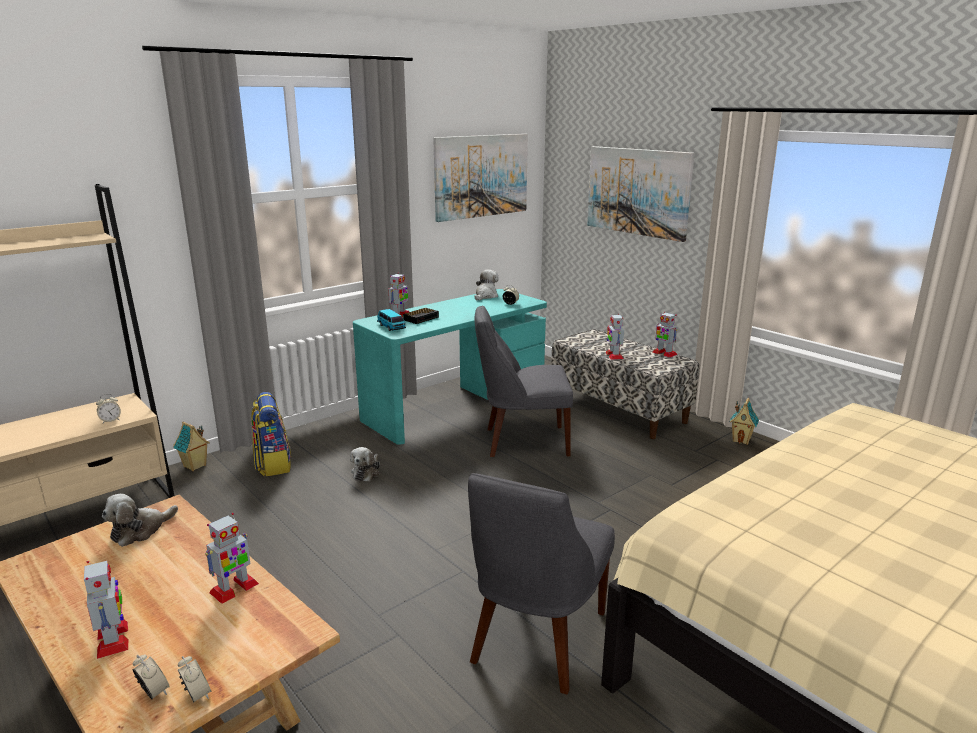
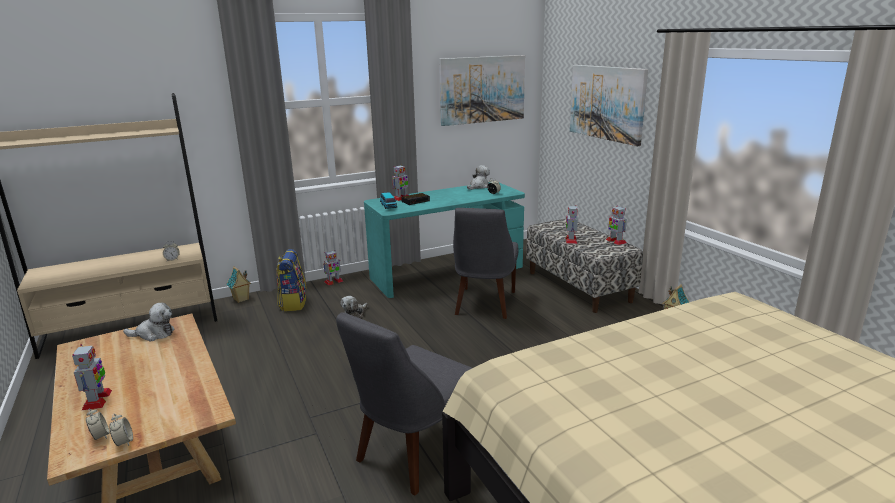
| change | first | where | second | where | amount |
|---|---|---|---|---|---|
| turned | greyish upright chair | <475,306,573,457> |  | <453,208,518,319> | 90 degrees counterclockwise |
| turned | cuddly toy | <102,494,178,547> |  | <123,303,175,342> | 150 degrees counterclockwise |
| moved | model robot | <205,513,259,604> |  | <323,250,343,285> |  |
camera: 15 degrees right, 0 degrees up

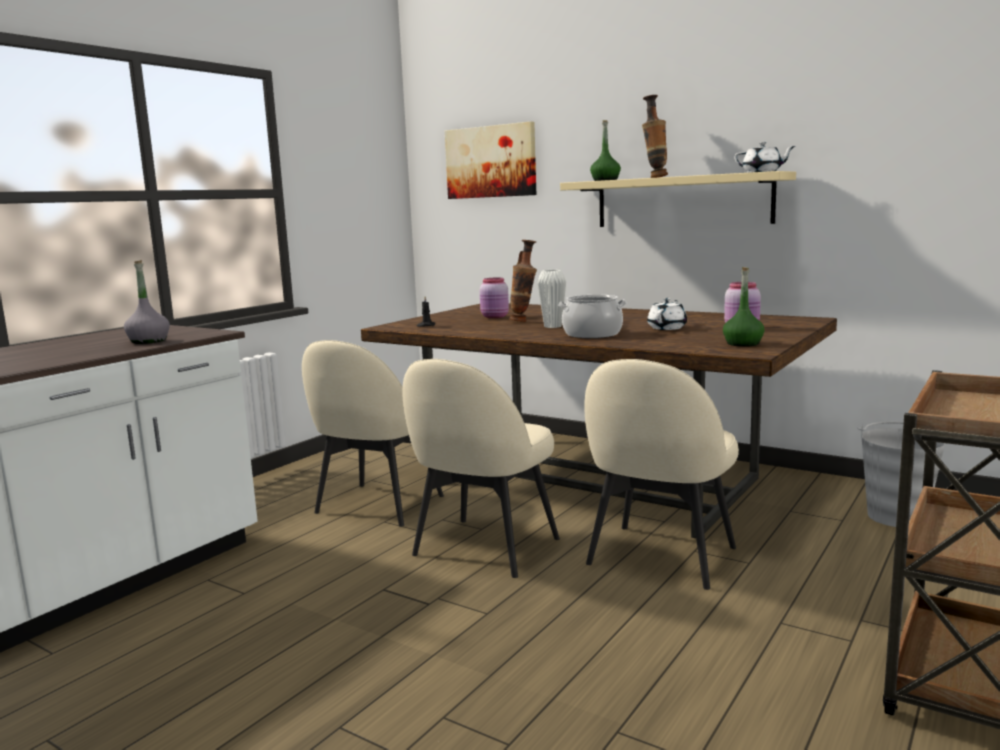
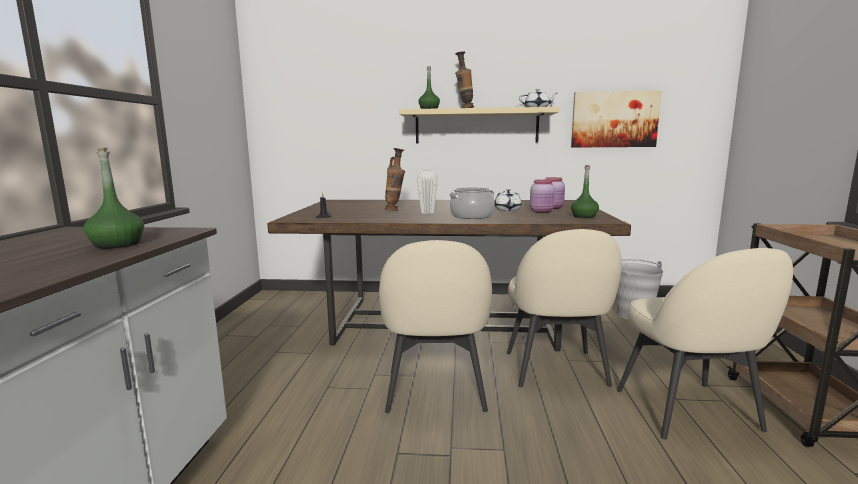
| change | first | where | second | where | amount |
|---|---|---|---|---|---|
| moved | wall art | <445,121,536,199> |  | <571,90,661,148> |  |
| recoloured | greyish beverage bottle | <124,260,170,344> | greenish beverage bottle | <84,148,144,249> |  |
| moved | pink-coloured storage jar | <480,278,509,318> |  | <530,179,555,213> |  |
| moved | beige-coloured upright chair | <302,340,444,526> |  | <617,248,793,439> |  |
camera: 30 degrees left, 0 degrees up

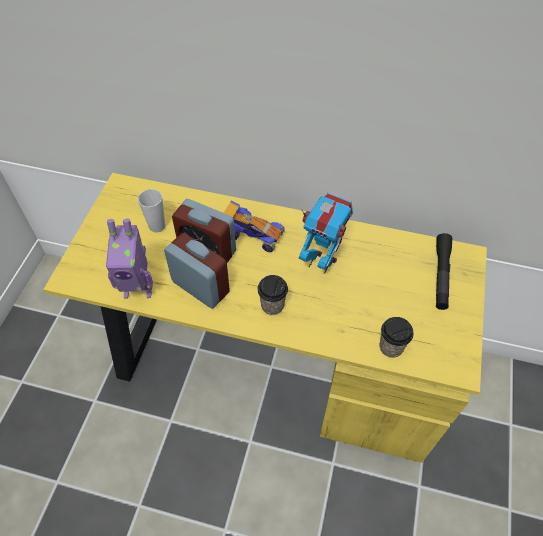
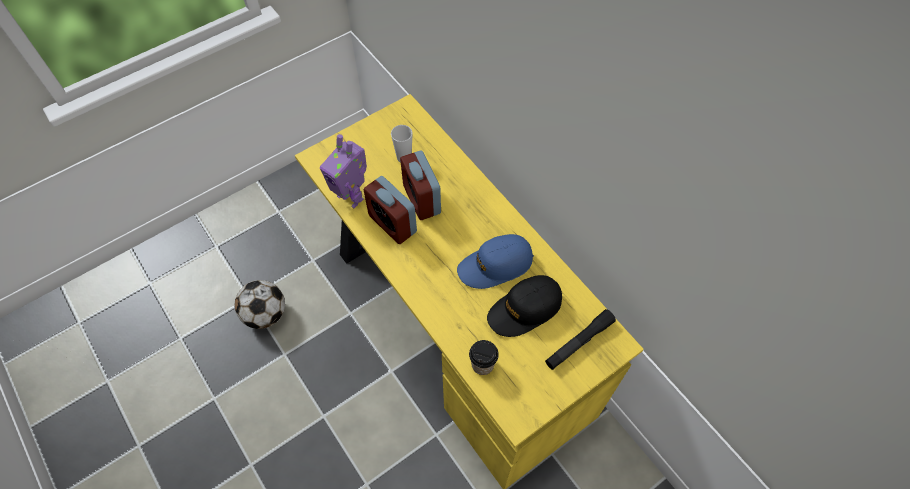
| change | first | where | second | where | amount |
|---|---|---|---|---|---|
| replaced | model robot | <299,192,353,274> | blue-coloured baseball cap | <457,234,534,289> |  |
| removed | model car | <224,200,285,252> |  |  |  |
| turned | alarm clock | <164,233,230,309> |  | <363,176,417,244> | 150 degrees clockwise |
| removed | drinking cup | <257,275,288,315> |  |  |  |
| added |  |  | blackish baseball cap | <487,275,562,337> |  |
| added |  |  | football | <234,280,285,329> |  |
camera: 40 degrees right, 5 degrees up

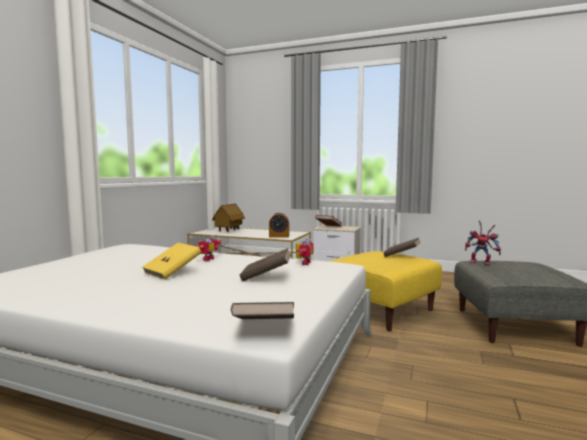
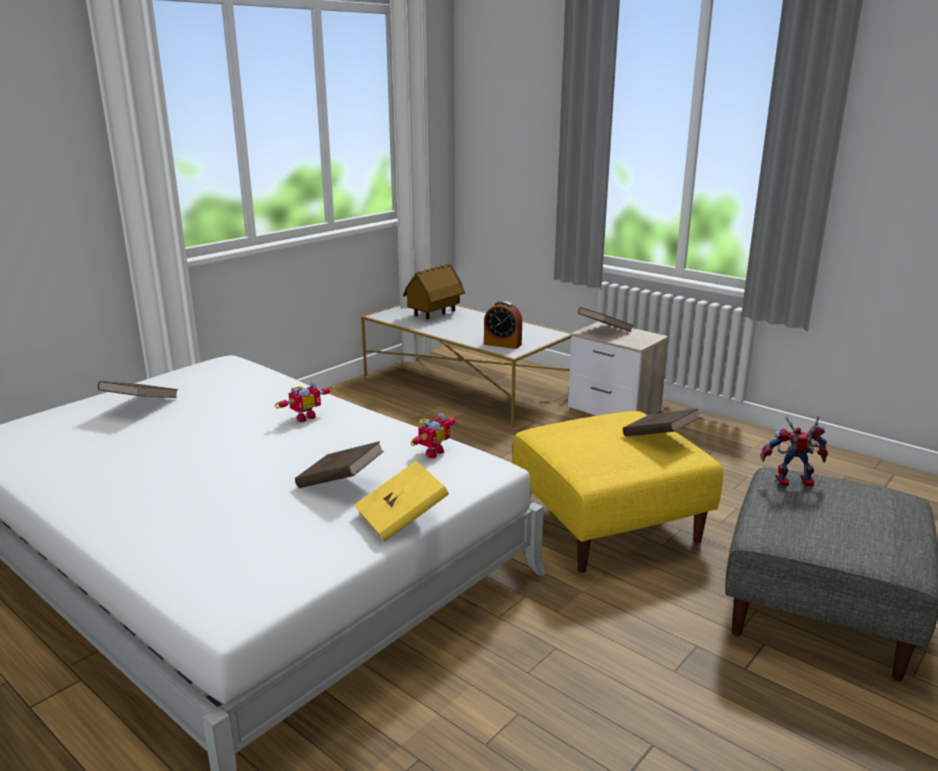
| change | first | where | second | where | amount |
|---|---|---|---|---|---|
| turned | model robot | <465,221,501,265> |  | <760,415,828,487> | 135 degrees clockwise |
| moved | yellow volume | <142,243,201,280> |  | <354,461,449,542> |  |
| moved | brown-coloured volume | <231,302,294,319> |  | <98,381,178,398> |  |
camera: 20 degrees right, 15 degrees up

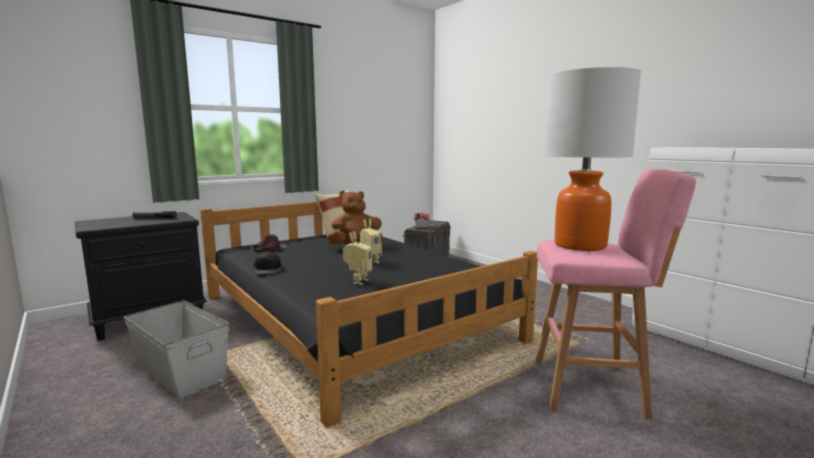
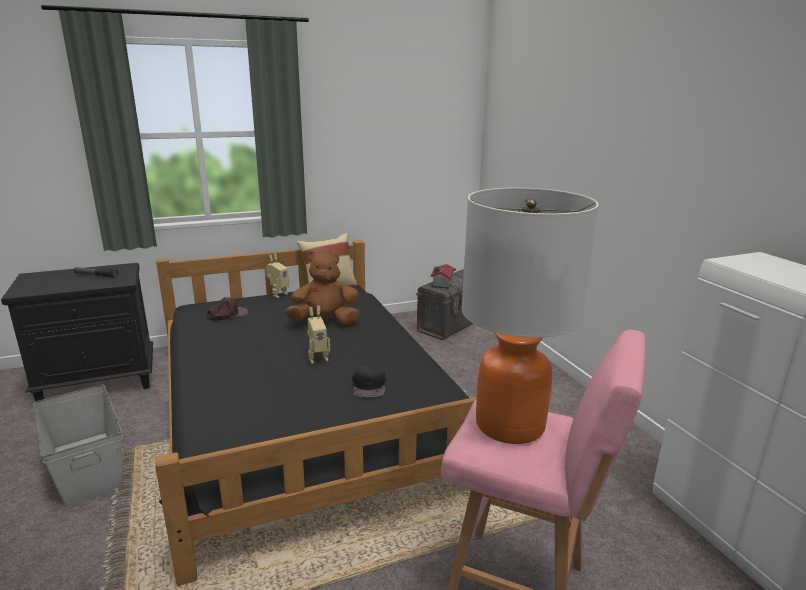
| change | first | where | second | where | amount |
|---|---|---|---|---|---|
| moved | model robot | <343,231,372,285> |  | <266,253,290,298> |  |
| moved | blackish baseball cap | <254,251,281,275> |  | <352,363,386,398> |  |
camera: 15 degrees right, 10 degrees up

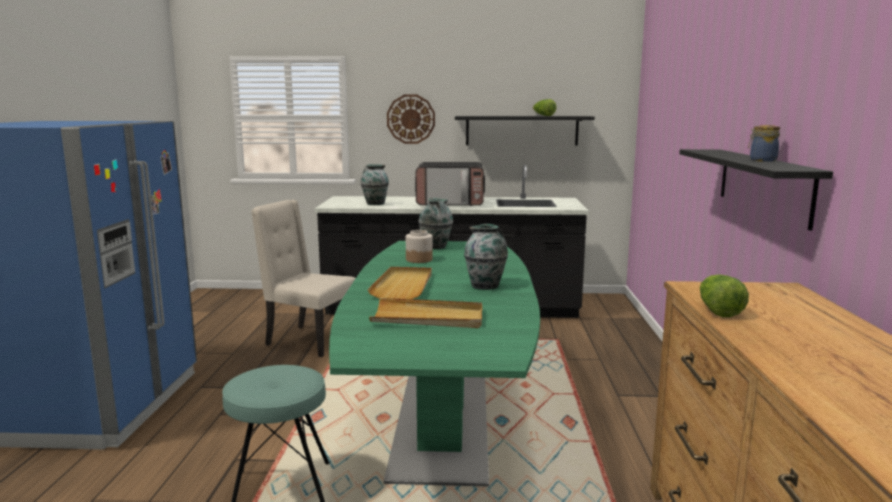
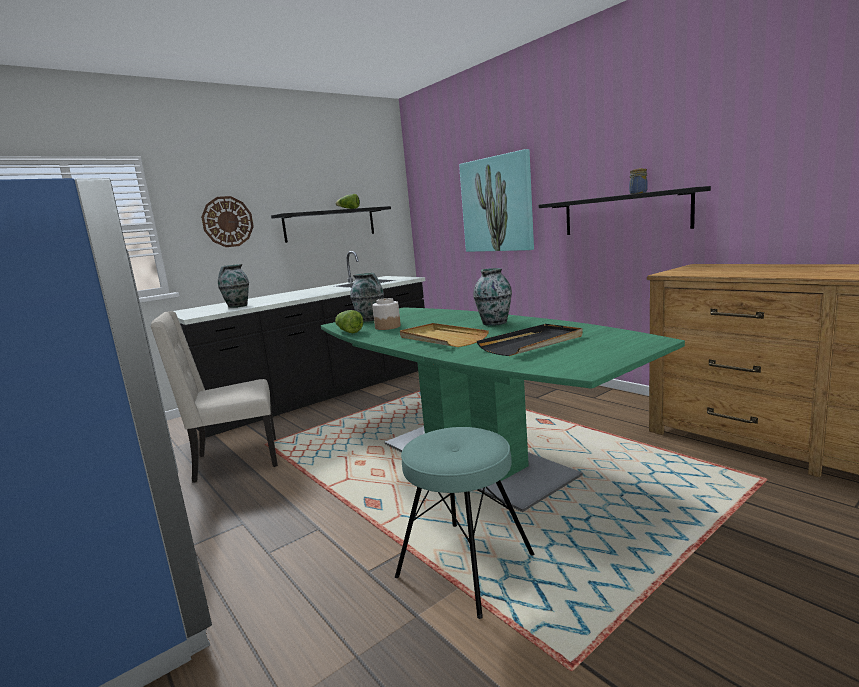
| change | first | where | second | where | amount |
|---|---|---|---|---|---|
| removed | microwave oven | <415,162,485,206> |  |  |  |
| moved | lettuce head | <700,275,749,317> |  | <335,310,364,333> |  |
| recoloured | beige-coloured carrying tray | <369,298,482,328> | blackish carrying tray | <477,324,583,356> |  |
| added |  |  | wall art | <459,149,534,252> |  |
camera: 40 degrees left, 0 degrees up

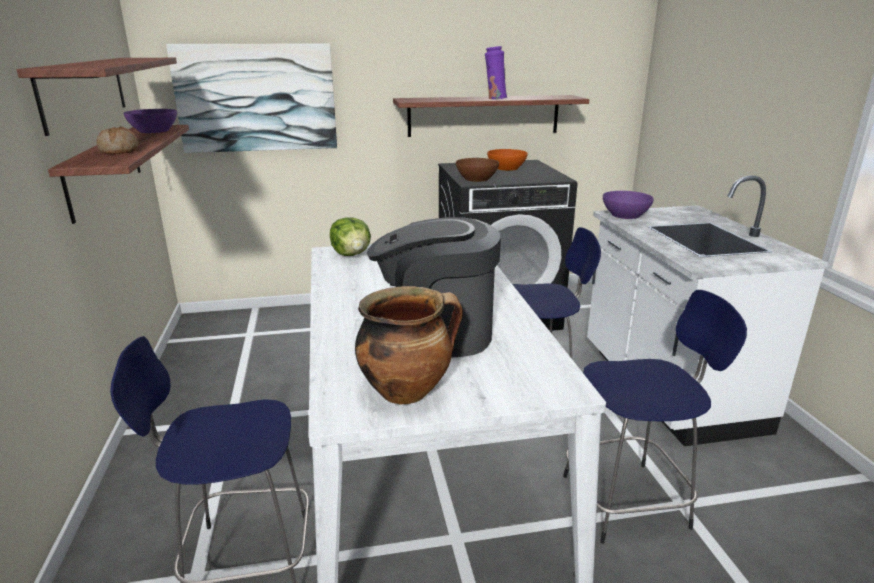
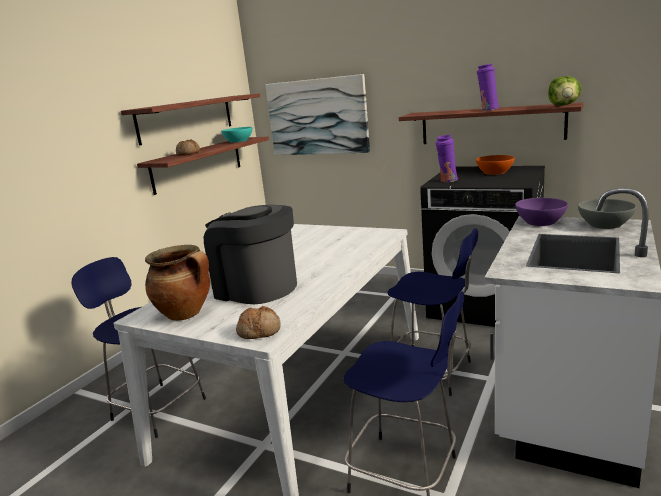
| change | first | where | second | where | amount |
|---|---|---|---|---|---|
| recoloured | purple deep dish | <124,109,177,133> | turquoise deep dish | <221,127,252,143> |  |
| replaced | brown-coloured deep dish | <456,158,499,182> | purple vase | <436,135,458,182> |  |
| moved | lettuce head | <330,217,371,256> |  | <548,76,581,106> |  |
| added |  |  | greyish deep dish | <578,199,636,229> |  |
| added |  |  | baked bread | <236,306,281,339> |  |
camera: 40 degrees right, 5 degrees down

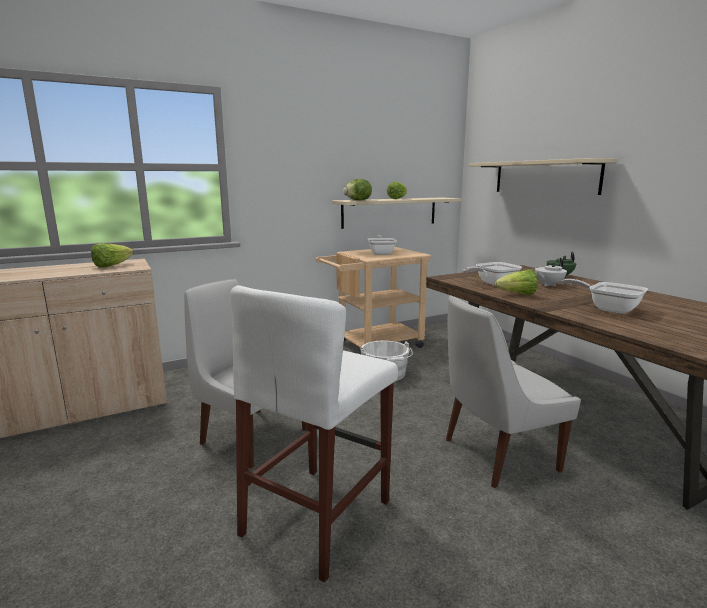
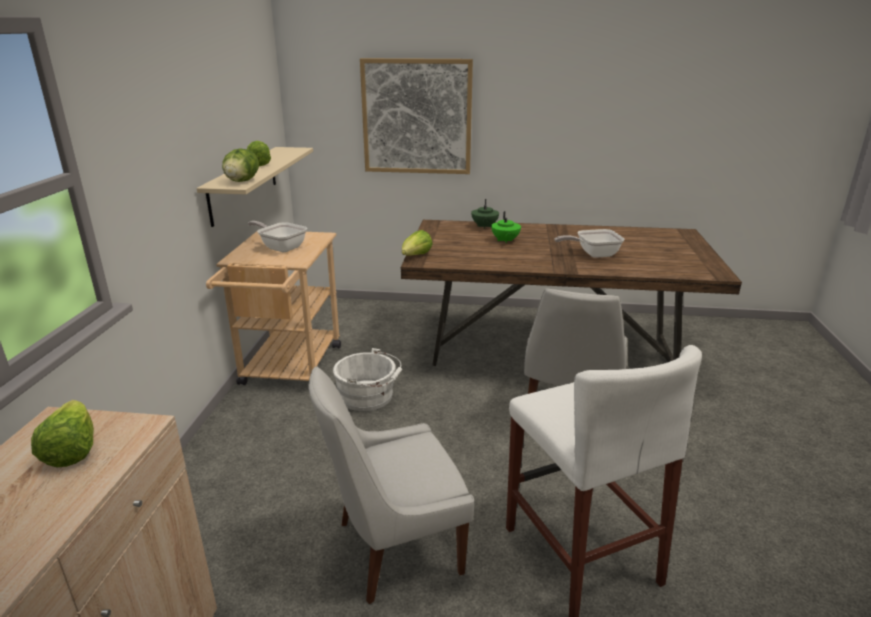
| change | first | where | second | where | amount |
|---|---|---|---|---|---|
| replaced | beige-coloured bracket shelf | <469,158,618,195> | wall art | <360,58,473,174> |  |
| recoloured | white-coloured teapot | <535,258,567,286> | greenish teapot | <491,211,521,244> |  |
| removed | frying pan | <463,262,522,285> |  |  |  |
| moved | lettuce head | <495,270,538,295> |  | <402,230,433,256> |  |
camera: 55 degrees left, 10 degrees up

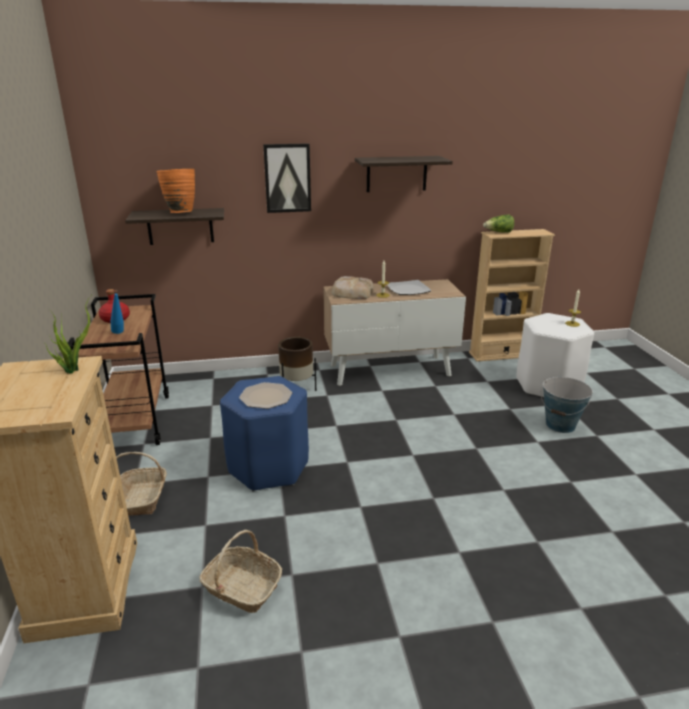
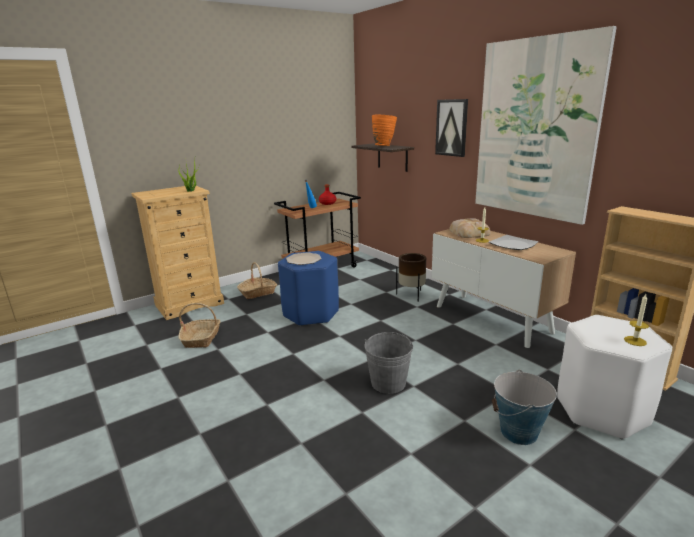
| change | first | where | second | where | amount |
|---|---|---|---|---|---|
| replaced | bracket shelf | <355,156,453,192> | wall art | <475,26,617,225> |  |
| removed | lettuce head | <483,215,514,233> |  |  |  |
| added |  |  | greyish bucket | <364,332,413,394> |  |
camera: 65 degrees right, 5 degrees down

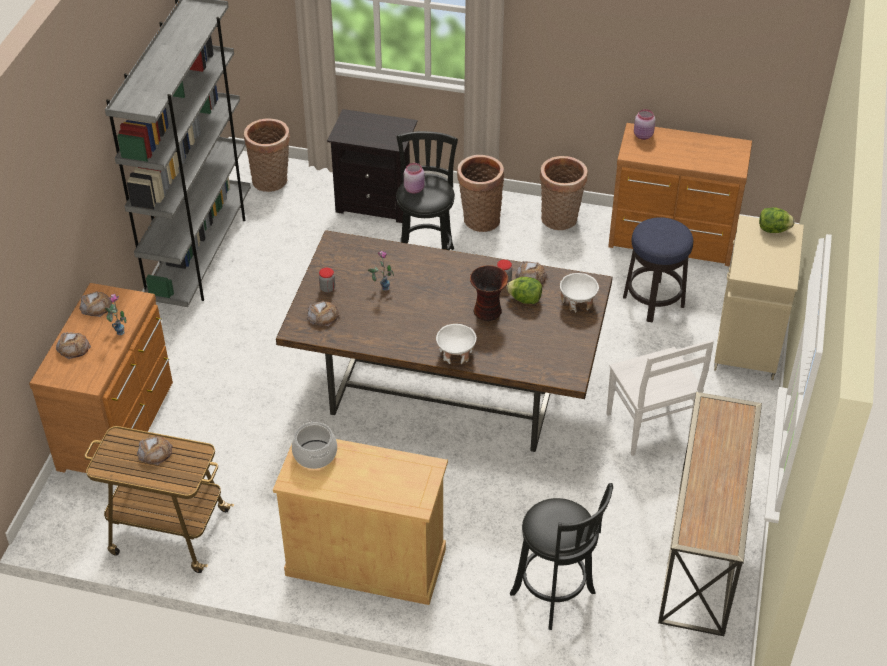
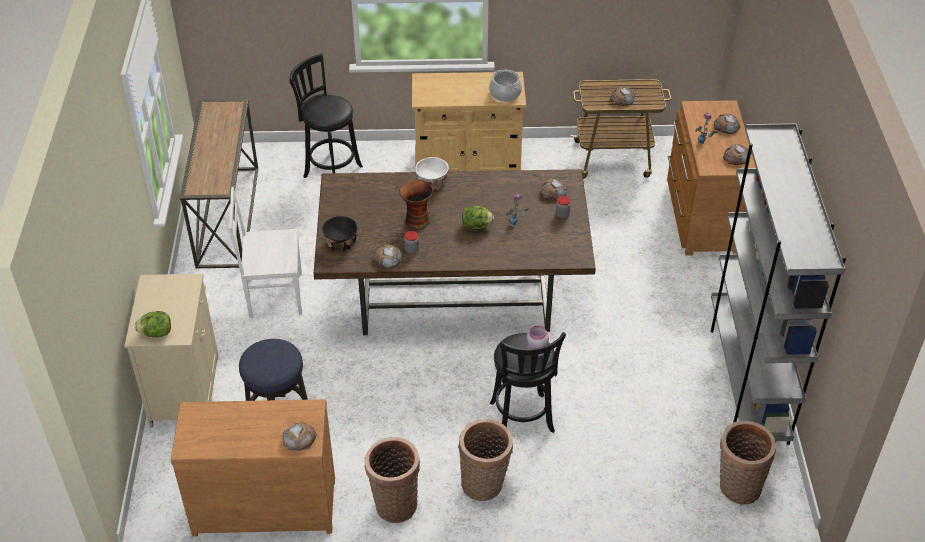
| change | first | where | second | where | amount |
|---|---|---|---|---|---|
| removed | blackish night table | <327,109,417,223> |  |  |  |
| replaced | pink-coloured storage jar | <634,109,655,140> | baked bread | <283,422,317,451> |  |
| recoloured | white-coloured deep dish | <560,273,599,312> | blackish deep dish | <322,216,357,251> |  |
| moved | lettuce head | <506,277,542,304> |  | <462,205,494,229> |  |
| turned | white-coloured upright chair | <606,340,714,456> |  | <229,187,302,318> | 60 degrees counterclockwise |
camera: 165 degrees right, 0 degrees up

